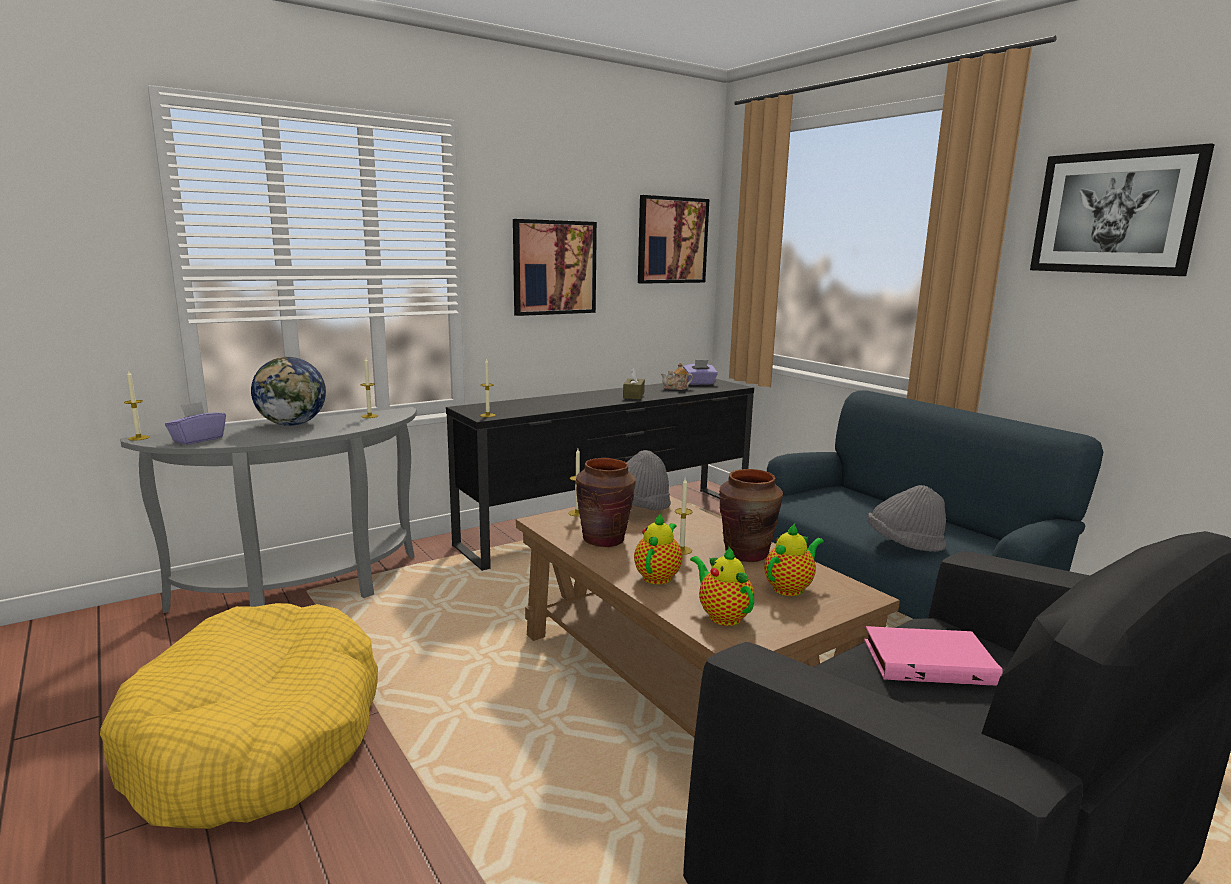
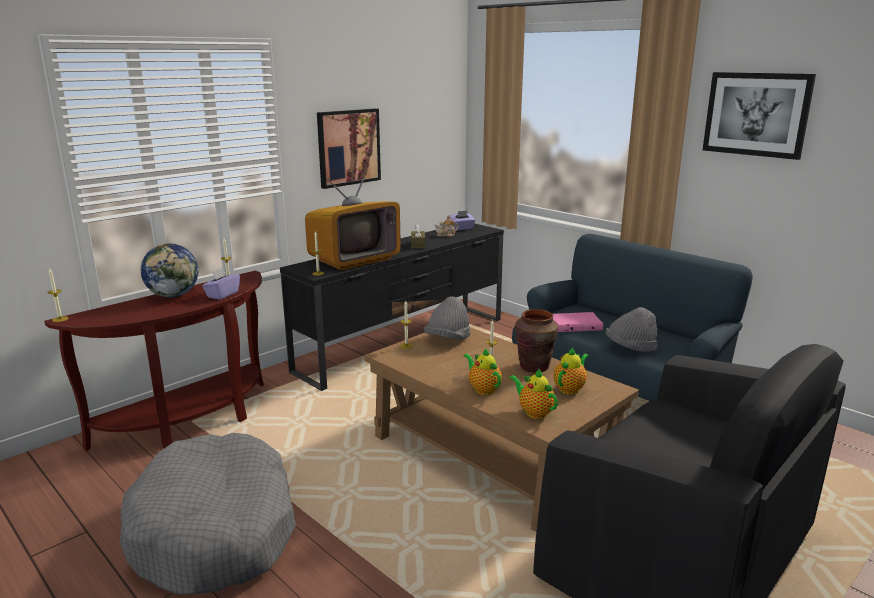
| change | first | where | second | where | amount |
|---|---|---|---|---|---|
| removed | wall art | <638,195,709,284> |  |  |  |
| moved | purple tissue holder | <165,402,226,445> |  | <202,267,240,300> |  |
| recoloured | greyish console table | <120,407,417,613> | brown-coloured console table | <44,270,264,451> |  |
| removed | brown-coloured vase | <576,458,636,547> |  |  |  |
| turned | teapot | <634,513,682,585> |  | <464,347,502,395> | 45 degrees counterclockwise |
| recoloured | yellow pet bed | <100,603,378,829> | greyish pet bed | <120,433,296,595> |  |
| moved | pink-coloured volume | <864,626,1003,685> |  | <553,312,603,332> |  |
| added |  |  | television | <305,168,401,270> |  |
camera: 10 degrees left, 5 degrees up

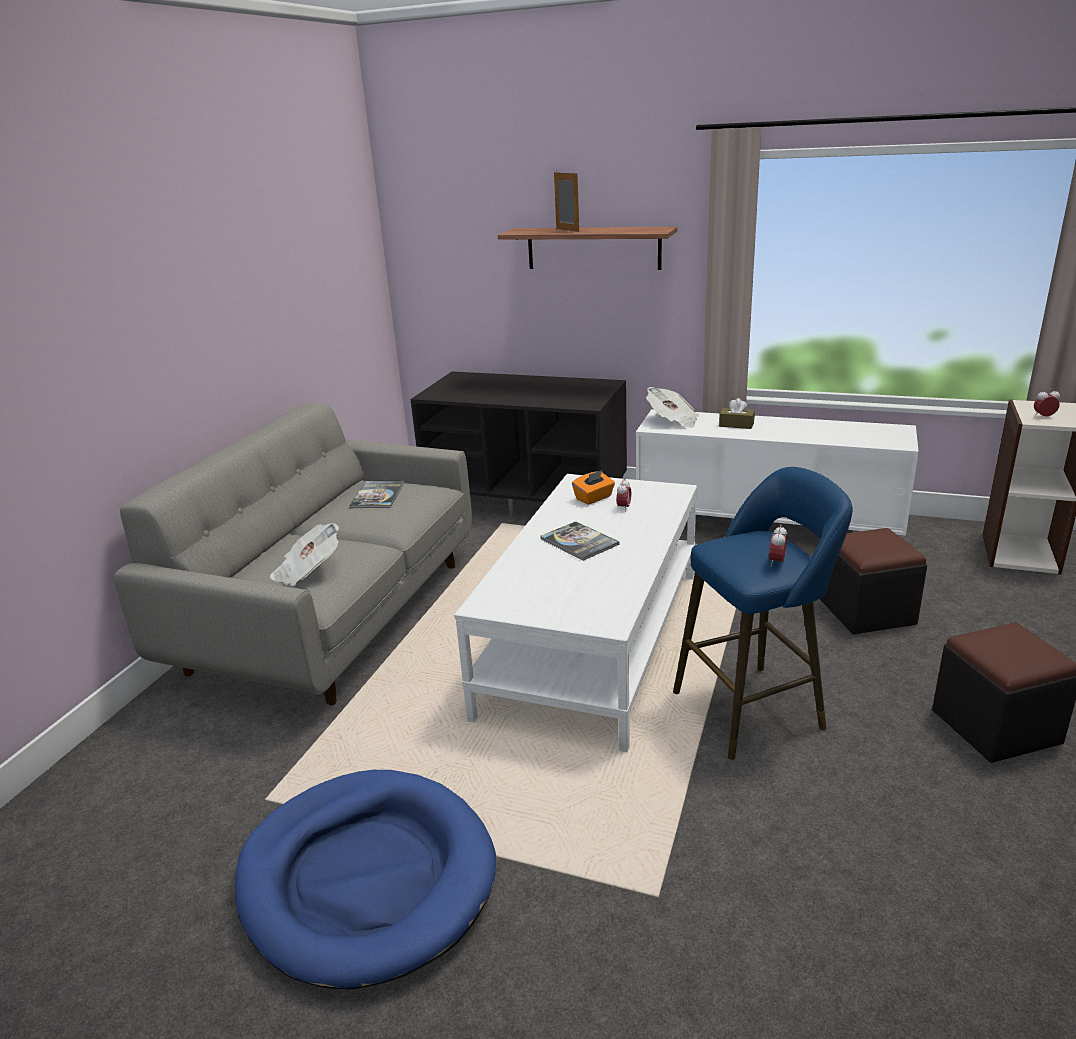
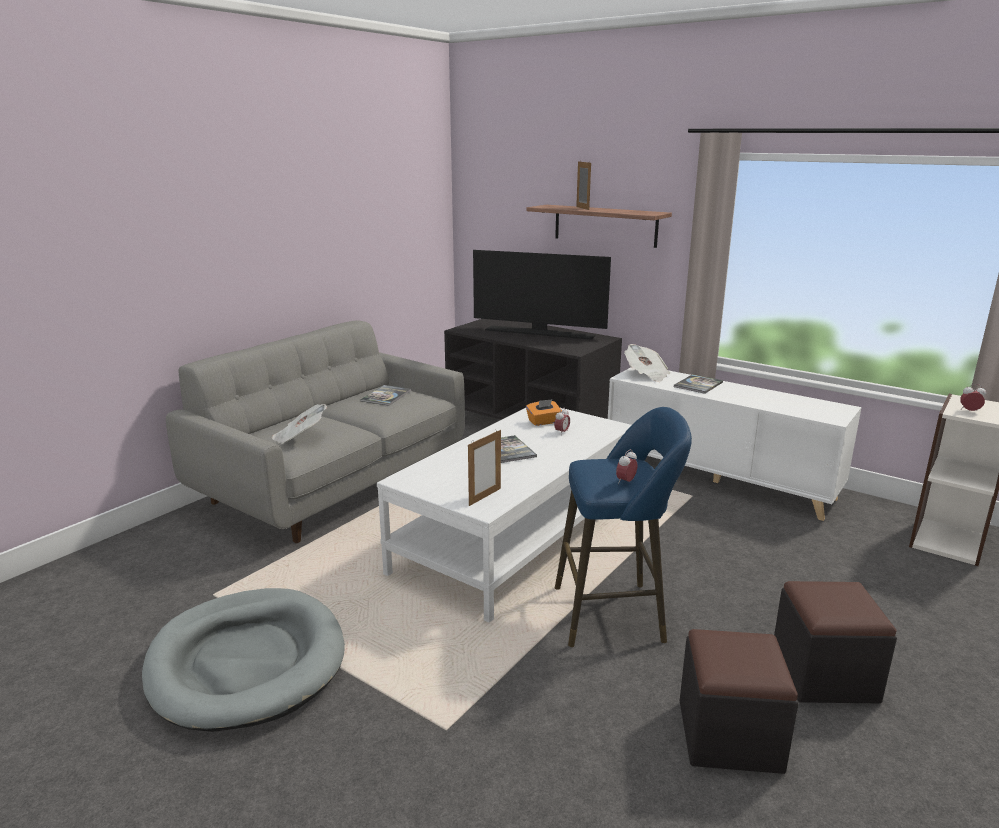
| change | first | where | second | where | amount |
|---|---|---|---|---|---|
| replaced | brown-coloured tissue holder | <719,398,755,429> | volume | <674,374,723,394> |  |
| moved | blackish ottoman | <820,528,927,634> |  | <680,629,799,774> |  |
| recoloured | blue-coloured pet bed | <235,770,496,989> | greyish pet bed | <142,588,345,732> |  |
| added |  |  | television | <473,250,611,340> |  |
| added |  |  | picture frame | <468,430,501,506> |  |
camera: 15 degrees right, 5 degrees down

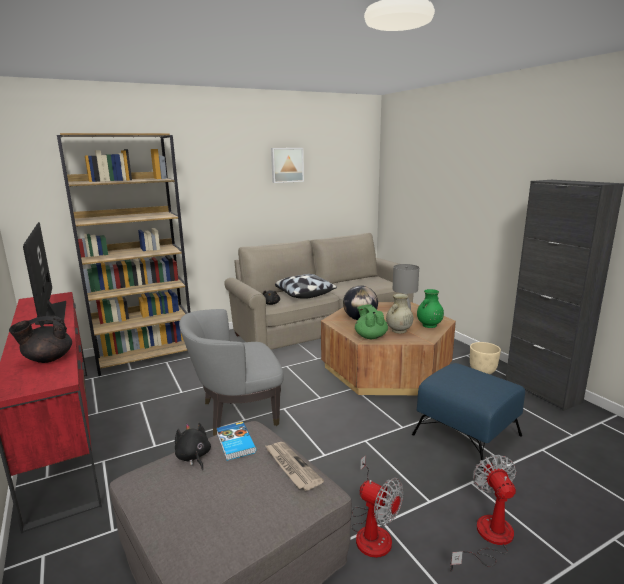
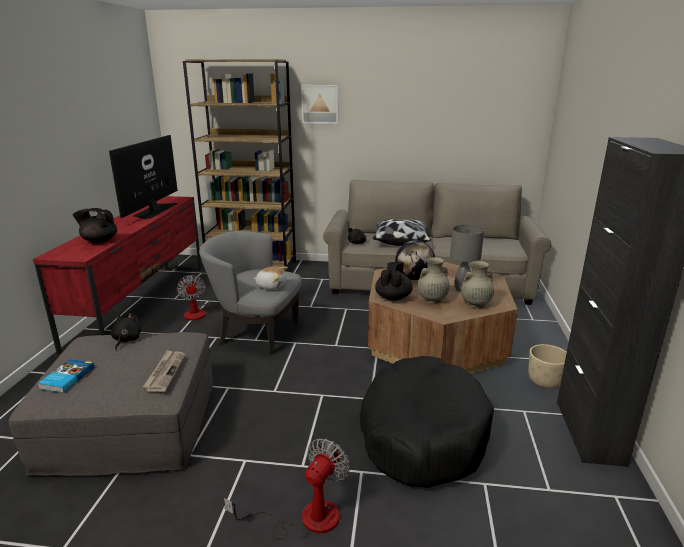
| change | first | where | second | where | amount |
|---|---|---|---|---|---|
| moved | wall art | <271,148,304,183> |  | <301,85,338,124> |  |
| recoloured | greenish vase | <417,289,444,328> | beige-coloured vase | <461,261,494,309> |  |
| recoloured | greenish teapot | <355,304,388,339> | blackish teapot | <375,262,413,301> |  |
| replaced | blue-coloured ottoman | <412,363,525,471> | blackish pet bed | <359,356,494,488> |  |
| moved | volume | <217,422,256,461> |  | <37,359,94,393> |  |
| moved | fan | <351,456,403,558> |  | <177,275,221,320> |  |
| added |  |  | cuddly toy | <253,266,288,290> |  |
camera: 35 degrees right, 5 degrees up

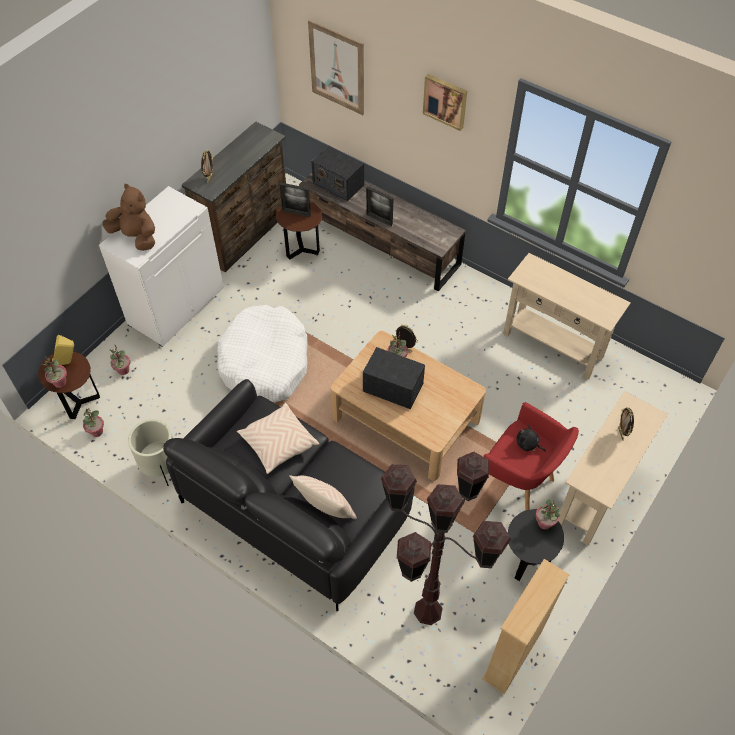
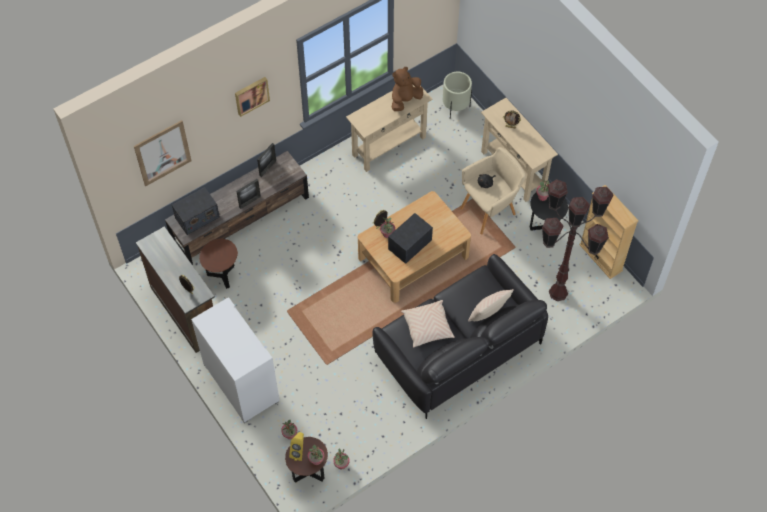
| change | first | where | second | where | amount |
|---|---|---|---|---|---|
| moved | picture frame | <279,182,311,217> |  | <257,143,276,177> |  |
| moved | brown-coloured cuddly toy | <103,184,155,251> |  | <392,67,423,111> |  |
| removed | white-coloured pet bed | <217,305,308,403> |  |  |  |
| recoloured | red-coloured easy chair | <483,402,579,510> | beige-coloured easy chair | <460,147,526,234> |  |
| moved | beige-coloured flower pot | <128,419,173,486> |  | <443,72,472,119> |  |
camera: 70 degrees left, 5 degrees up

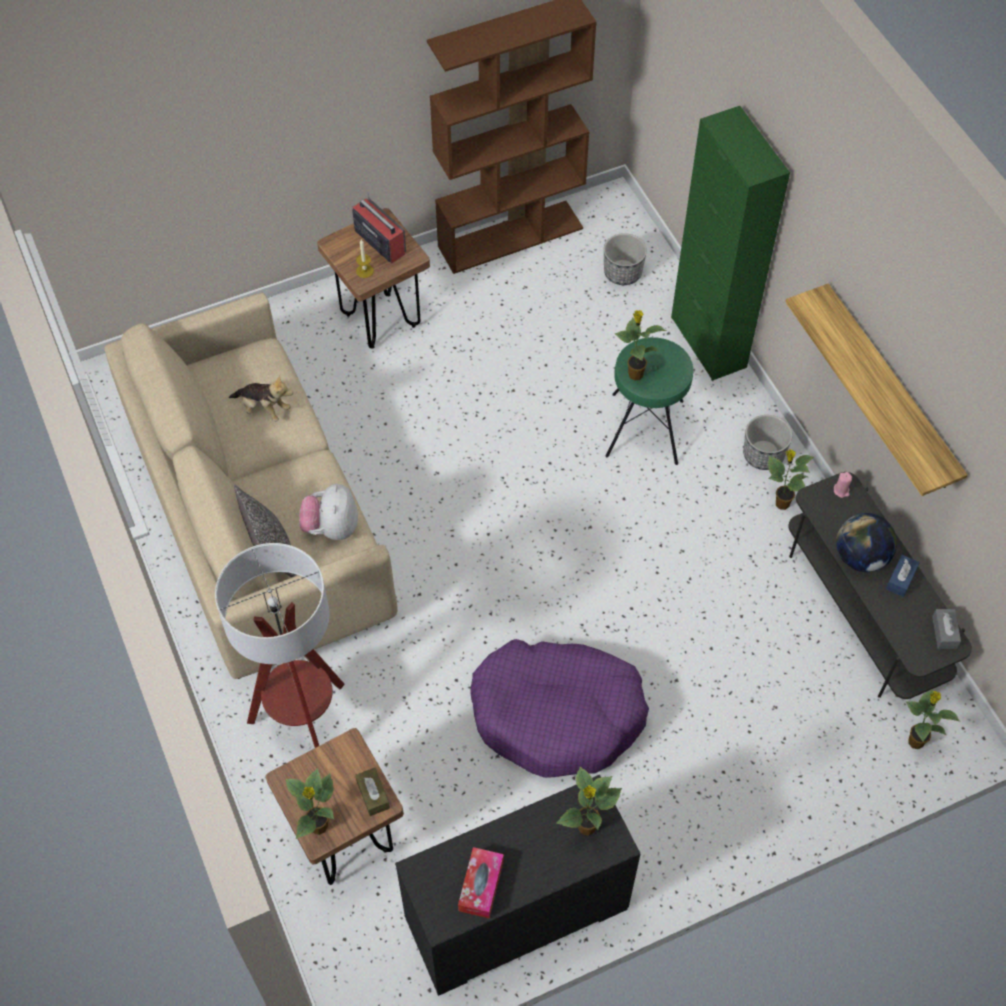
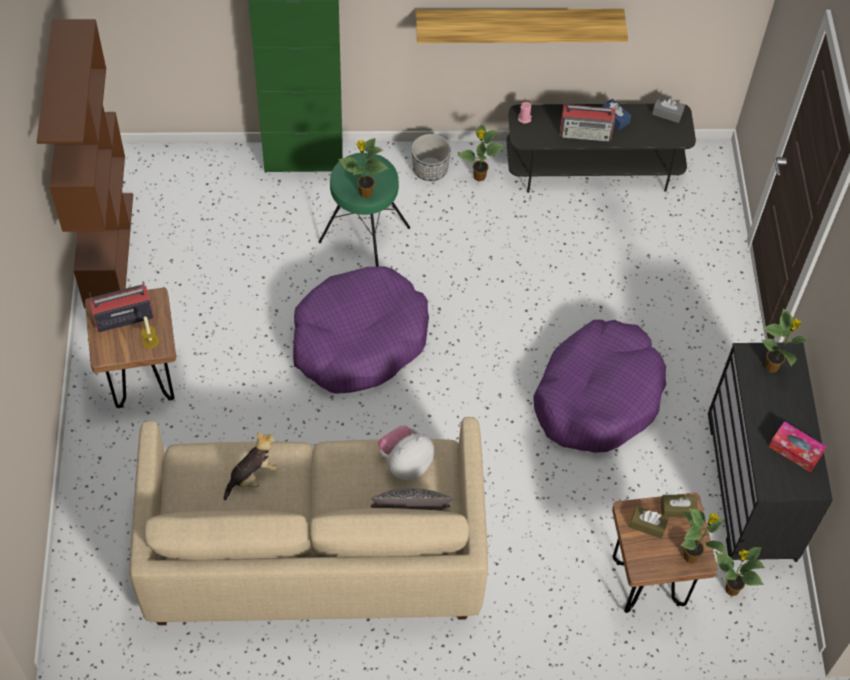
| change | first | where | second | where | amount |
|---|---|---|---|---|---|
| removed | flower pot | <604,233,647,285> |  |  |  |
| turned | cuddly toy | <299,484,358,540> |  | <378,426,434,480> | 120 degrees clockwise |
| replaced | globe | <836,513,897,572> | radio receiver | <560,104,615,142> |  |
| removed | standard lamp | <215,543,345,748> |  |  |  |
| moved | houseplant | <906,689,960,749> |  | <716,547,765,596> |  |
| added |  |  | purple pet bed | <293,266,429,394> |  |
| added |  |  | brown-coloured tissue holder | <629,506,669,539> |  |
camera: 70 degrees left, 0 degrees up

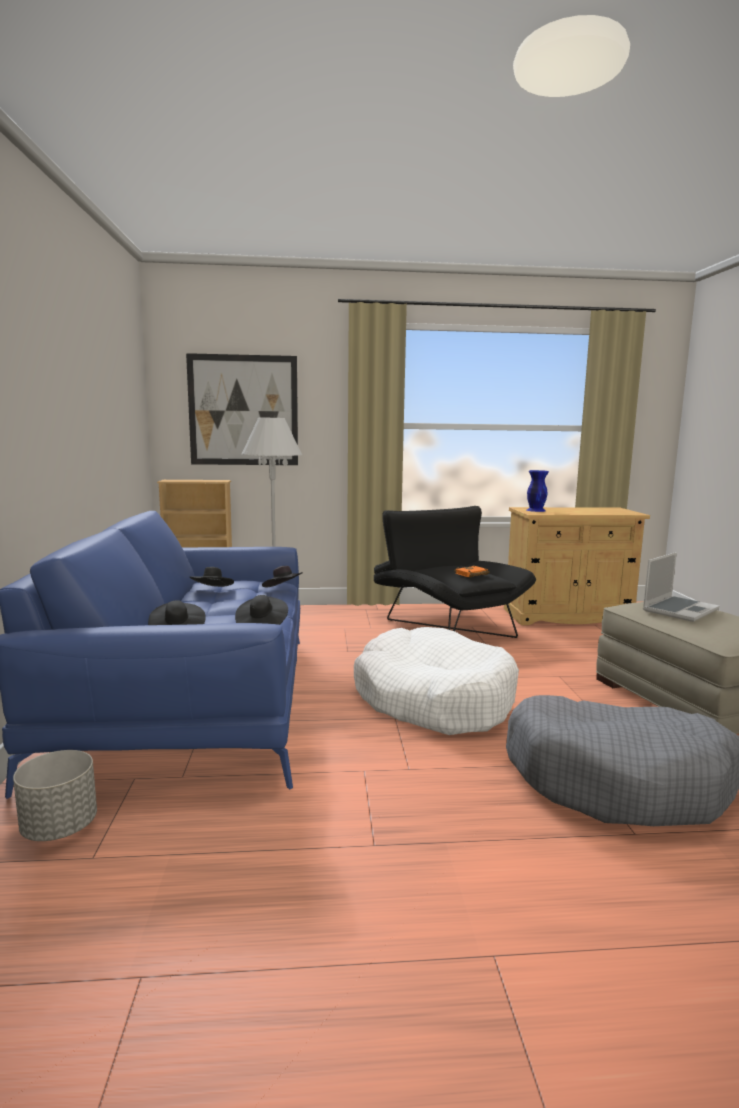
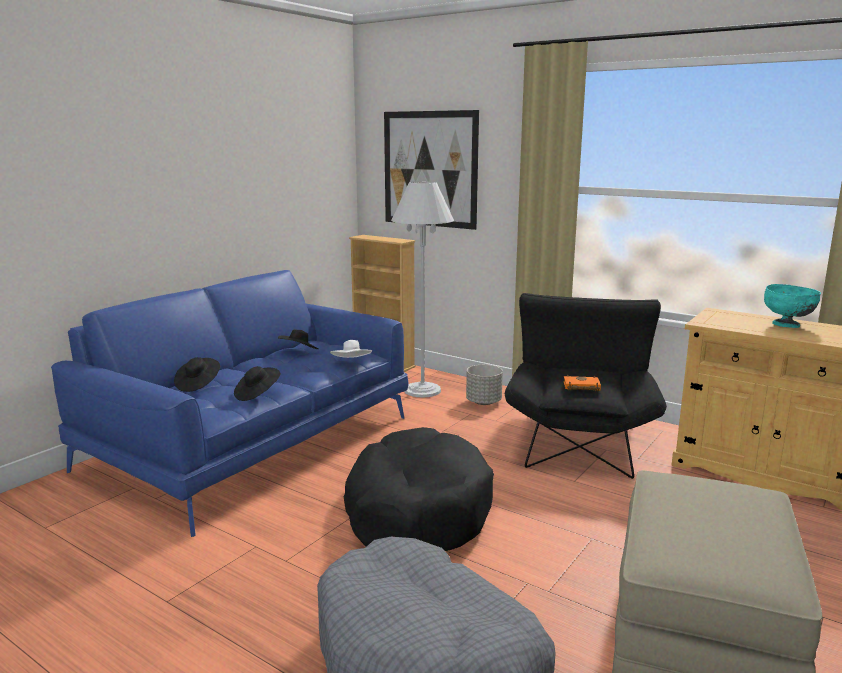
| change | first | where | second | where | amount |
|---|---|---|---|---|---|
| removed | blue-coloured vase | <527,470,549,512> |  |  |  |
| removed | portable computer | <643,552,719,622> |  |  |  |
| recoloured | blackish clothing hat | <262,566,302,587> | white-coloured clothing hat | <330,340,372,358> |  |
| recoloured | white-coloured pet bed | <354,627,519,735> | blackish pet bed | <344,427,494,551> |  |
| moved | greyish flower pot | <13,750,97,841> |  | <466,365,503,405> |  |
| added |  |  | turquoise deep dish | <764,284,821,328> |  |
camera: 40 degrees right, 5 degrees up

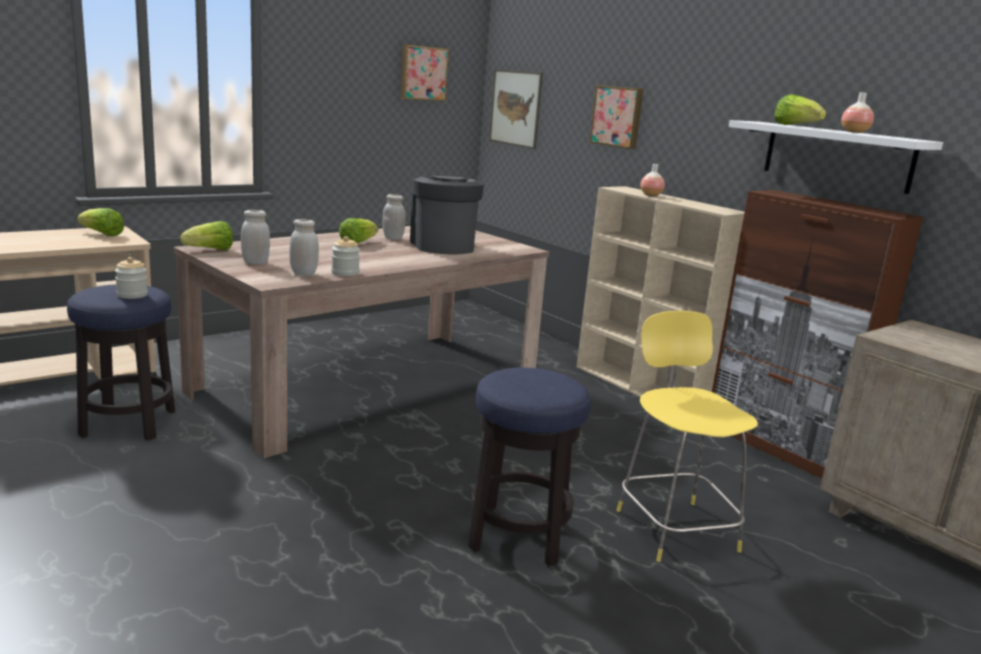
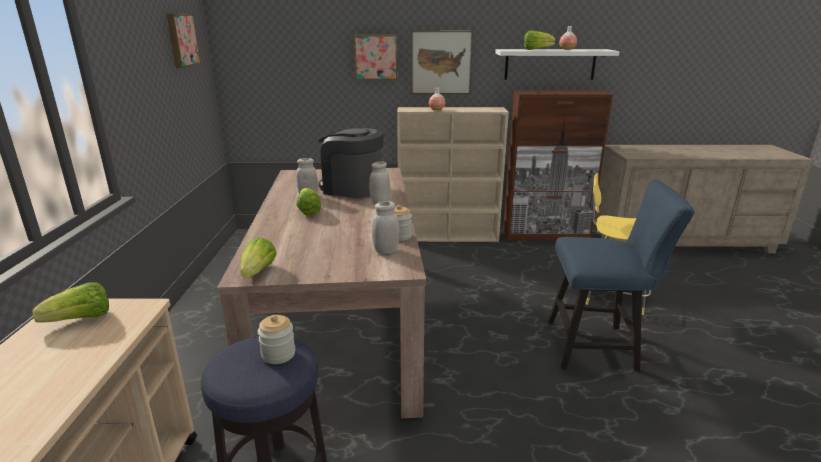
| change | first | where | second | where | amount |
|---|---|---|---|---|---|
| moved | wall art | <489,69,543,149> |  | <411,30,473,94> |  |
| moved | white-coloured storage jar | <241,210,270,264> |  | <369,161,390,204> |  |
| replaced | stool | <468,367,591,566> | blue-coloured upright chair | <548,179,695,371> |  |
camera: 50 degrees left, 5 degrees up

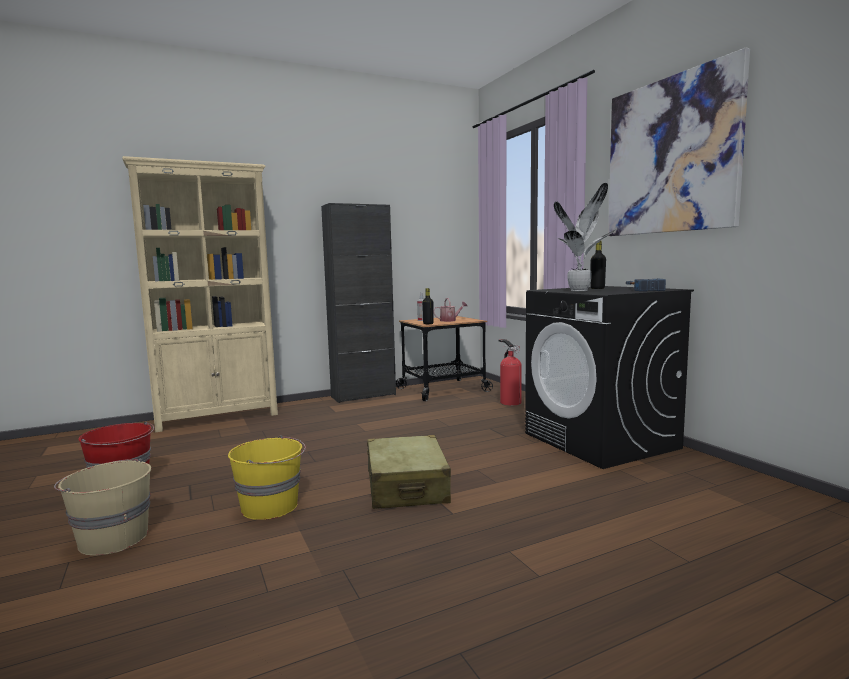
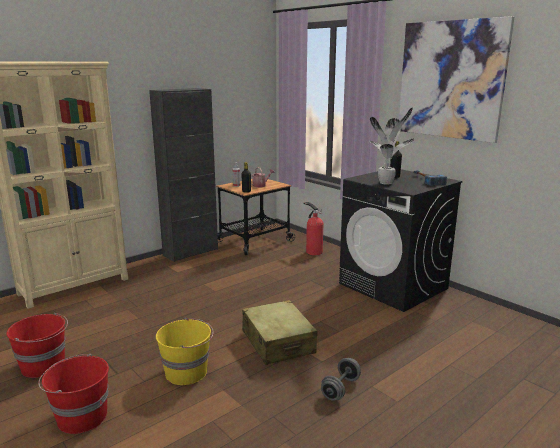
| change | first | where | second | where | amount |
|---|---|---|---|---|---|
| recoloured | beige-coloured bucket | <54,459,151,556> | red-coloured bucket | <38,354,109,434> |  |
| added |  |  | greyish dumbbell | <321,358,361,401> |  |
camera: 15 degrees left, 10 degrees up

